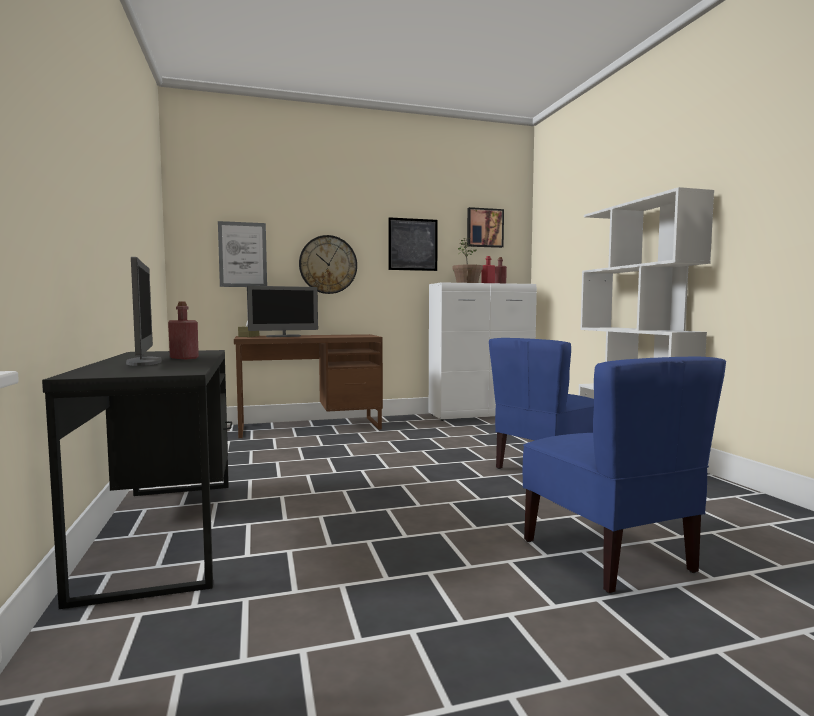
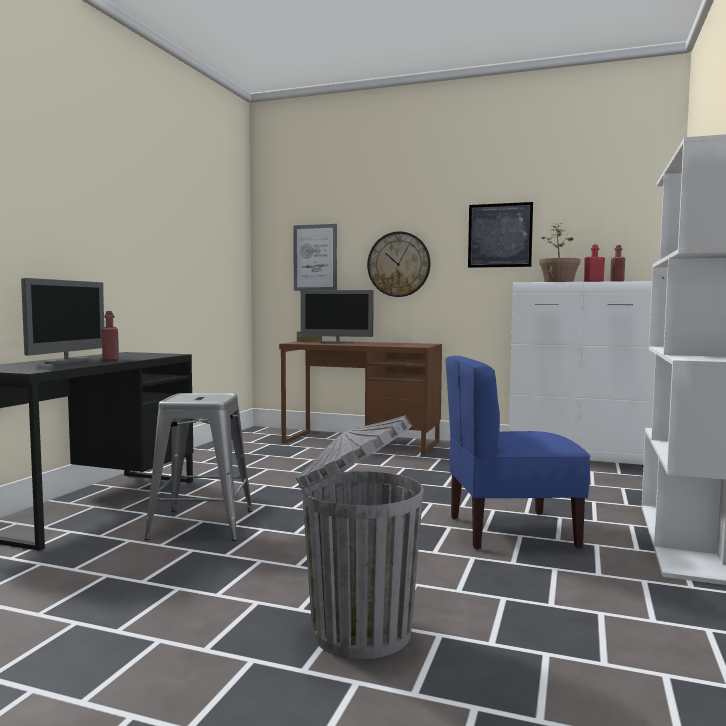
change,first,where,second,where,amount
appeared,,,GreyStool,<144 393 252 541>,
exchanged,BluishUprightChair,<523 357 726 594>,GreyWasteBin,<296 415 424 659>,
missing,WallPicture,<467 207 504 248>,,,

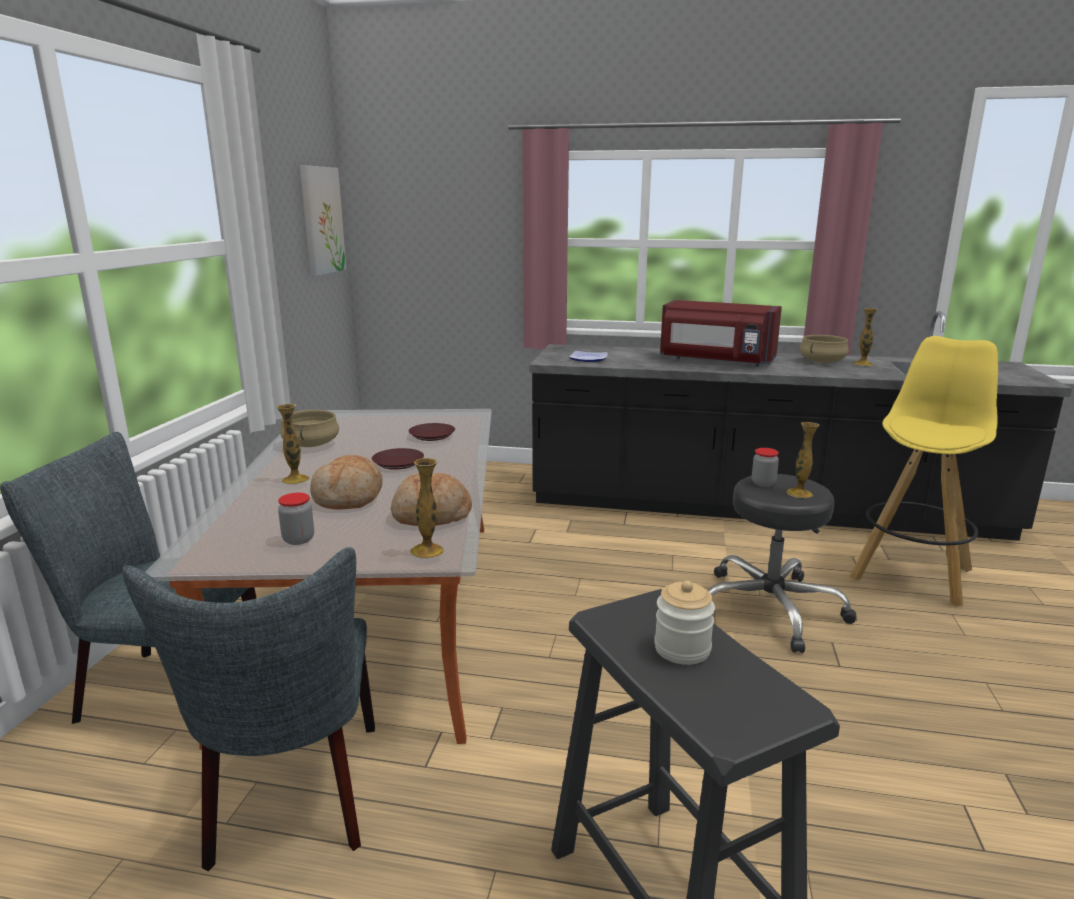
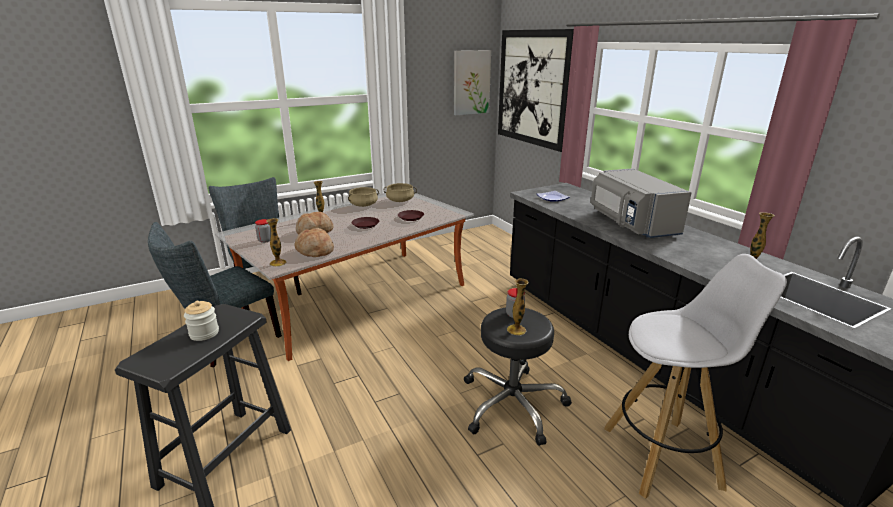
change,first,where,second,where,amount
relocated,BeigeStockpot,<800 335 849 363>,,<384 183 417 202>,
appeared,,,WallPicture,<498 29 574 152>,
colour,RedColouredMicrowave,<660 300 782 367>,GreyMicrowave,<591 168 692 238>,
colour,YellowColouredStool,<849 336 998 607>,WhitishStool,<604 254 787 499>,

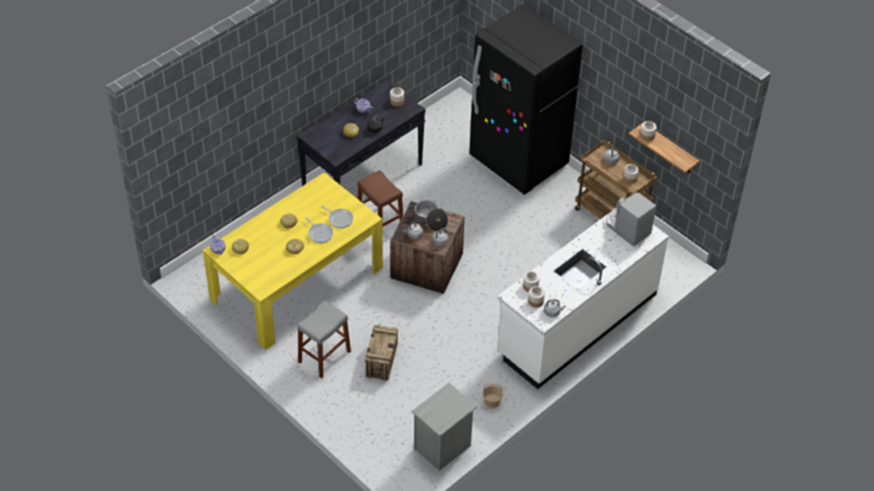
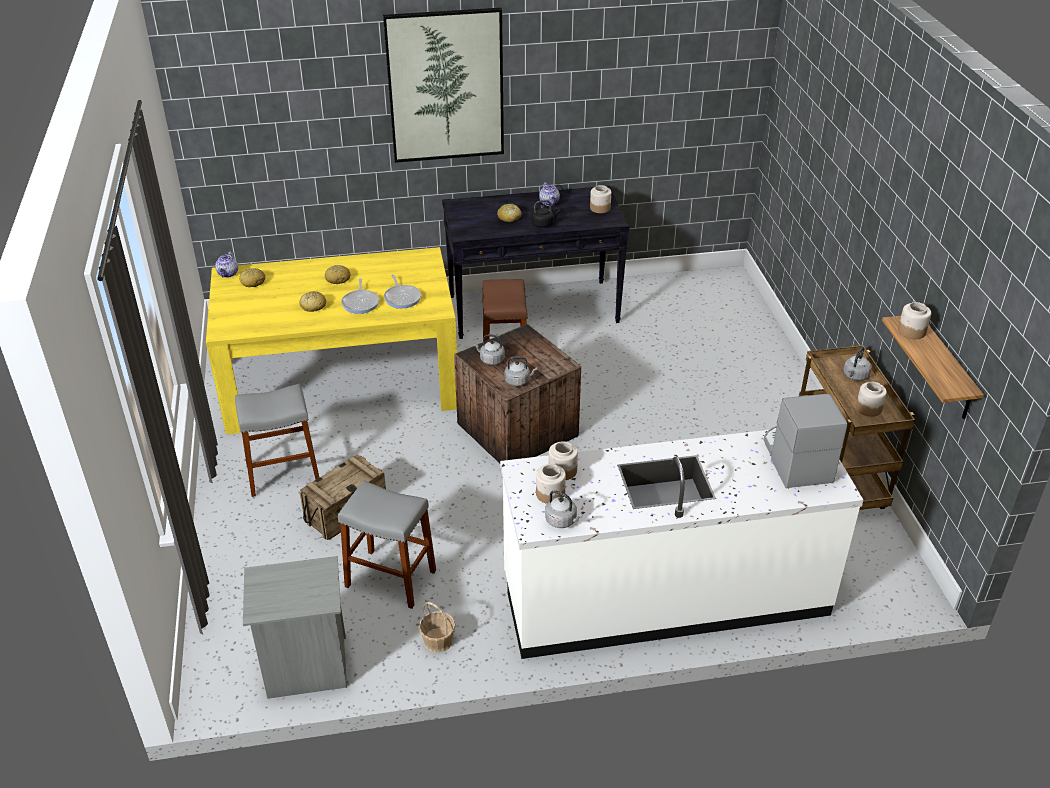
change,first,where,second,where,amount
appeared,,,GreyStool,<338 481 436 609>,
appeared,,,WallPicture,<383 8 504 163>,
missing,Stockpot,<410 200 448 231>,,,
missing,BlackishFridge,<469 4 583 195>,,,

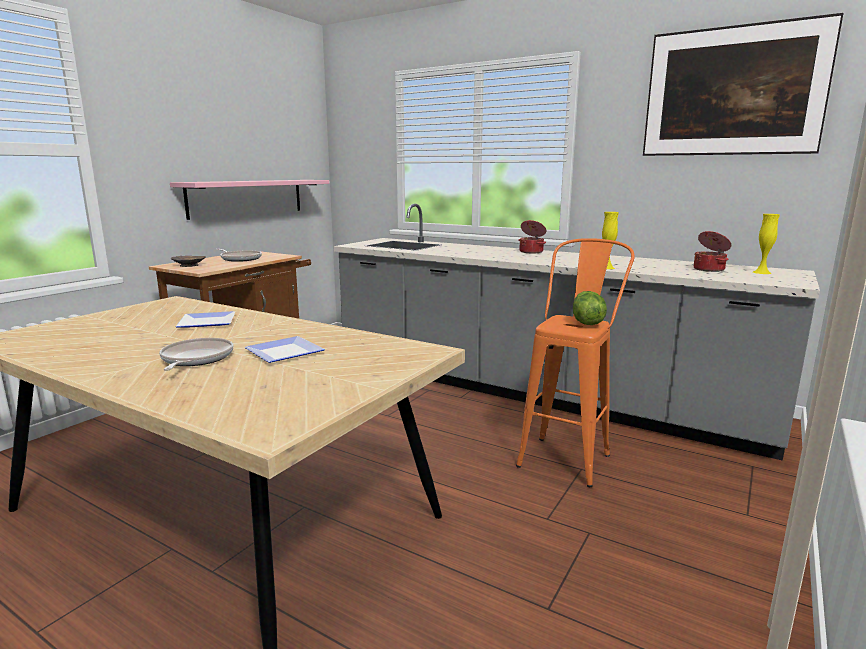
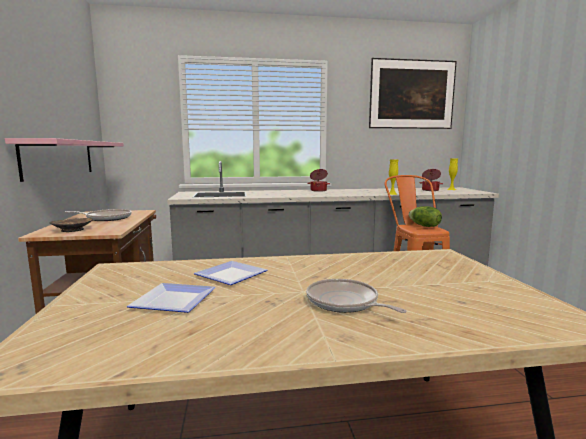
change,first,where,second,where,amount
relocated,Plate,<245 336 325 363>,,<127 283 216 313>,

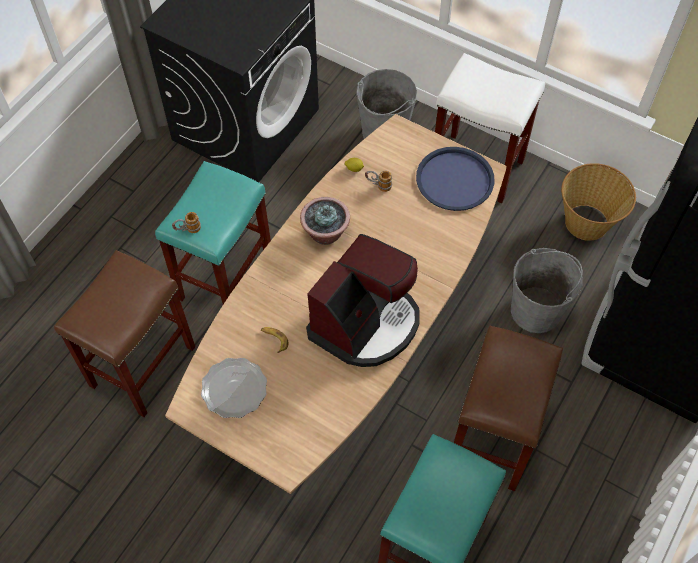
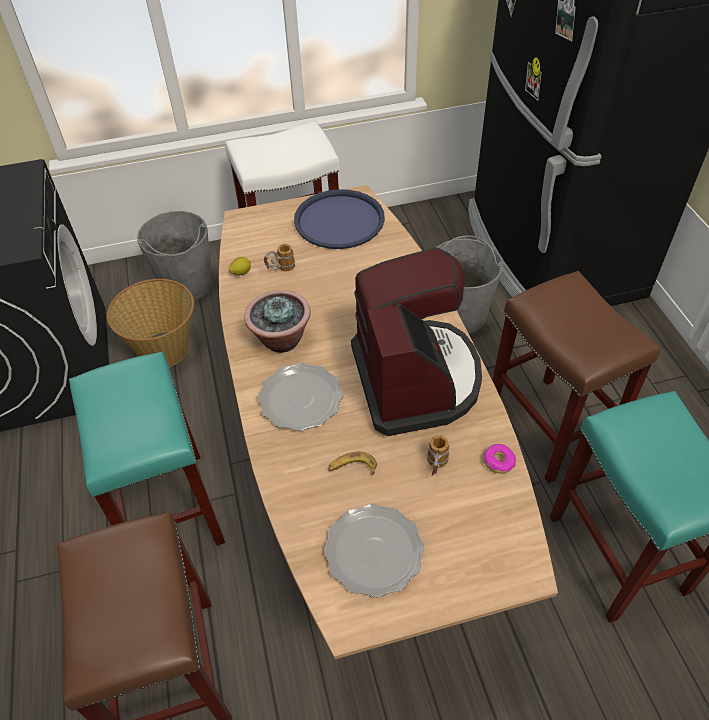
change,first,where,second,where,amount
relocated,HouseholdBasket,<561 163 636 241>,,<107 279 194 367>,
appeared,,,Plate,<258 363 343 431>,
relocated,Mug,<172 212 201 233>,,<427 435 450 476>,
appeared,,,Doughnut,<484 444 516 474>,

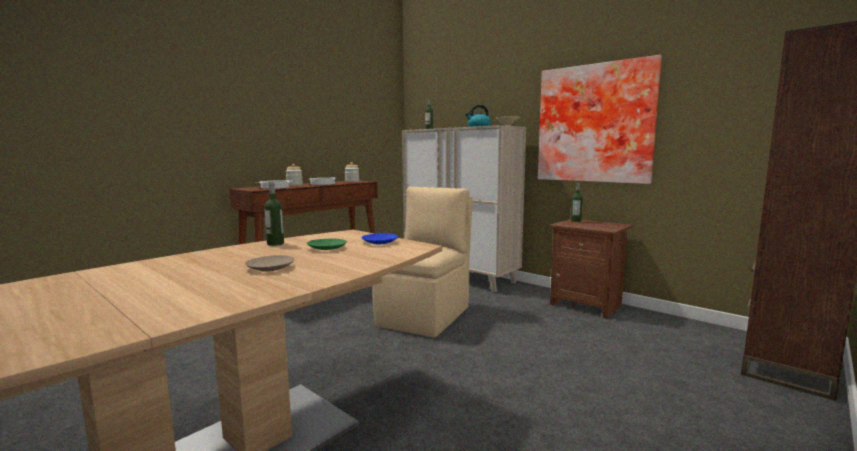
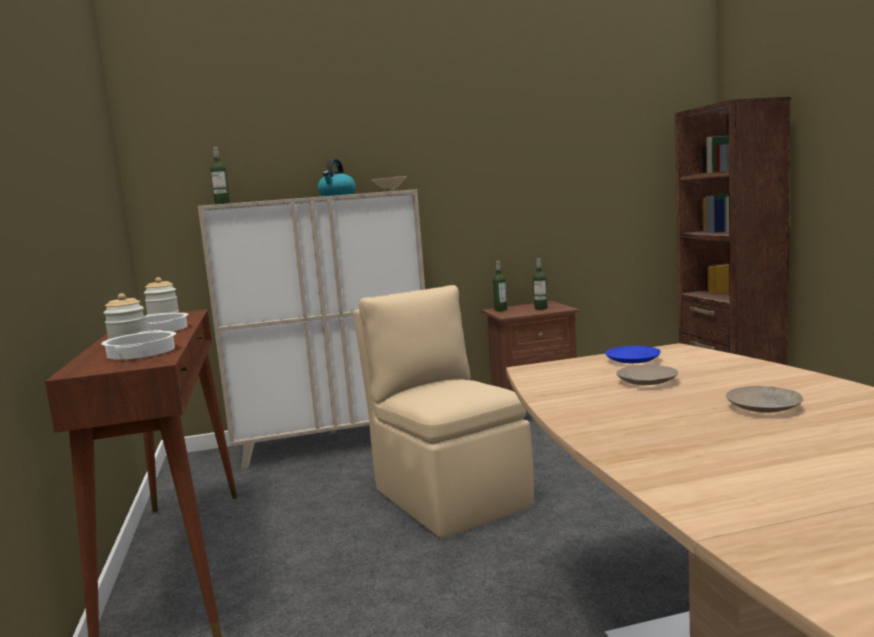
change,first,where,second,where,amount
relocated,DrinkBottle,<264 182 284 246>,,<533 258 548 309>,
colour,GreenColouredPlate,<307 239 347 250>,BeigePlate,<616 365 678 385>,
missing,WallPicture,<538 55 662 184>,,,

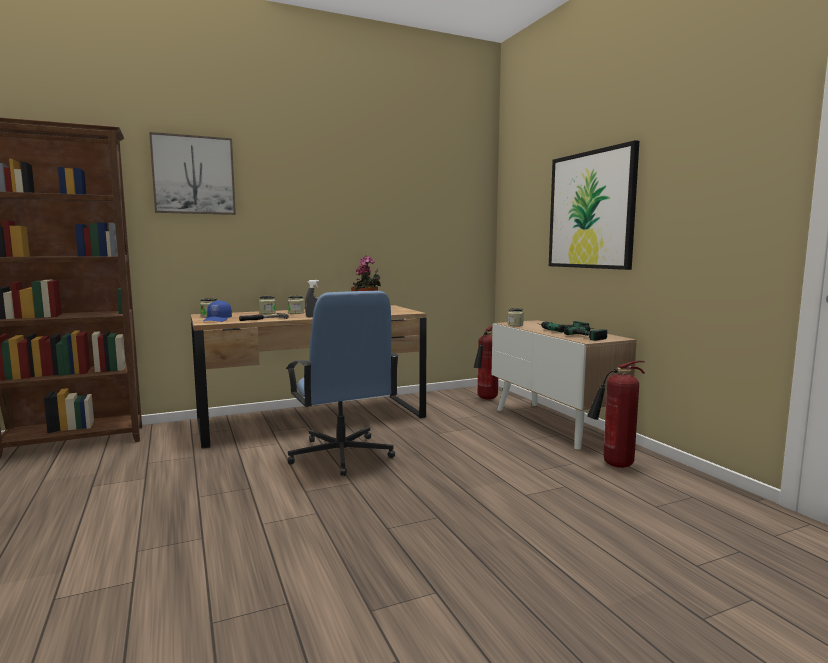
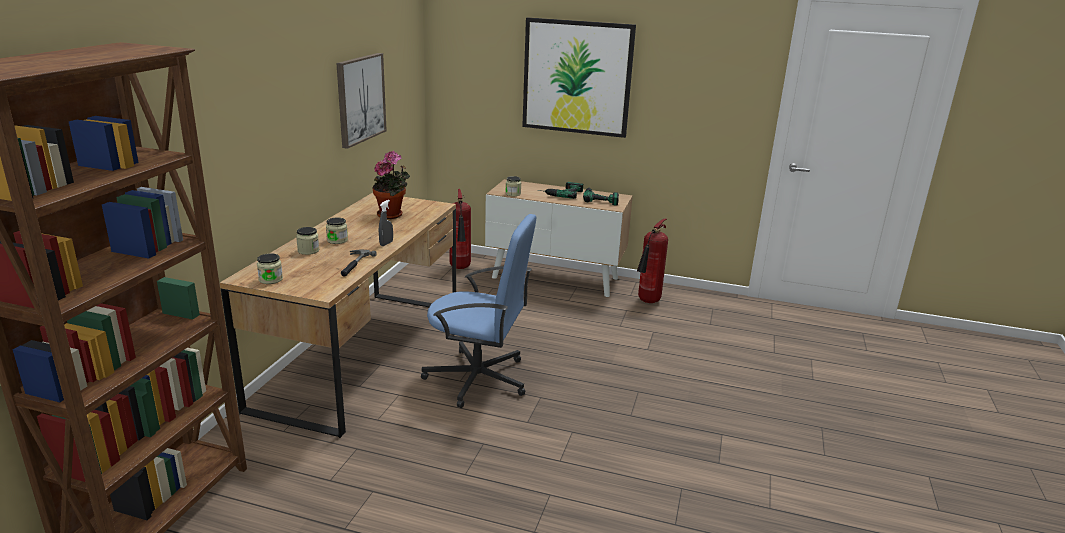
change,first,where,second,where,amount
relocated,WallPicture,<149 132 236 215>,,<336 53 387 149>,
missing,BluishPeakedCap,<204 300 232 322>,,,

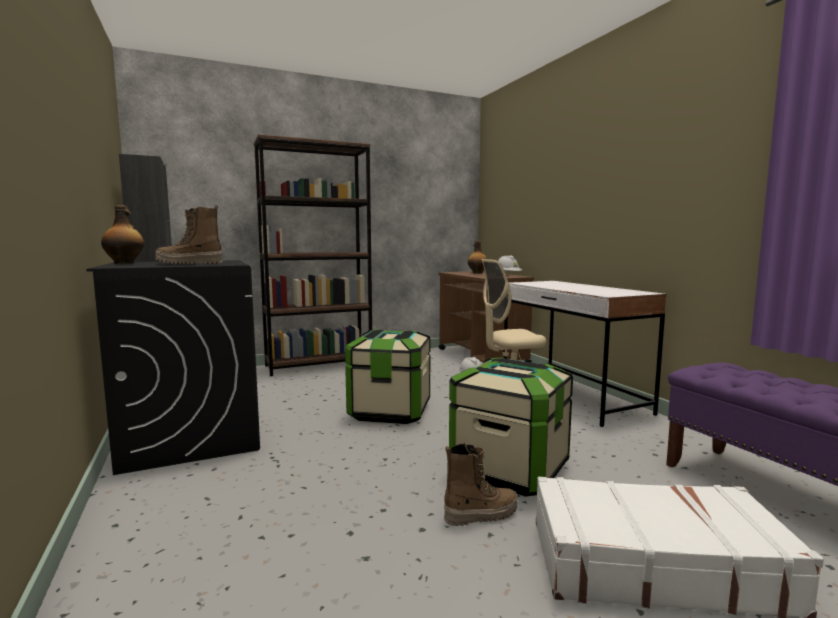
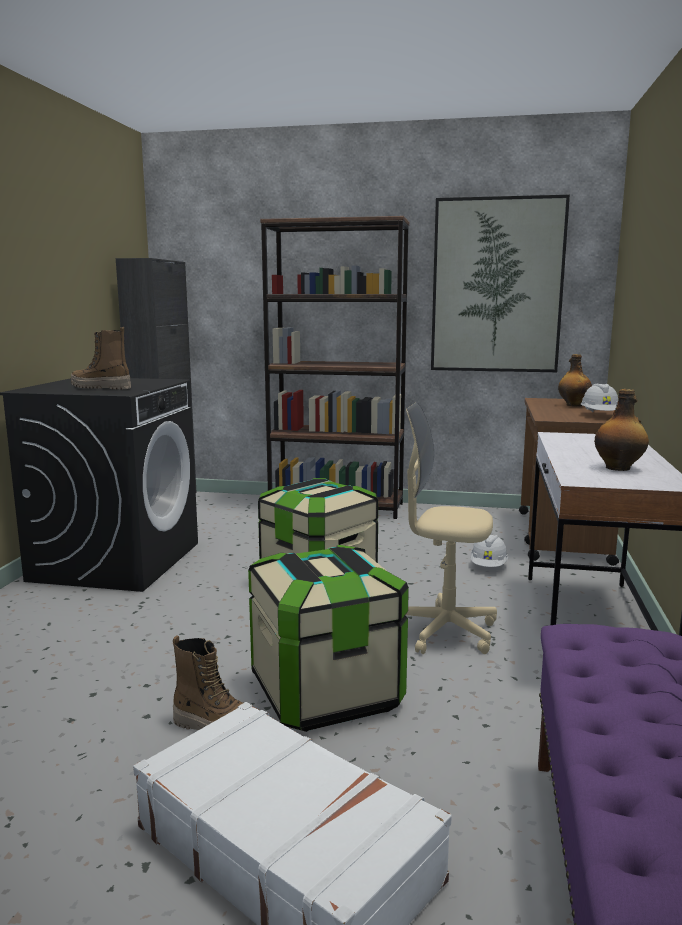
change,first,where,second,where,amount
appeared,,,WallPicture,<431 195 570 372>,
relocated,DrinkBottle,<101 205 144 264>,,<594 389 649 471>,

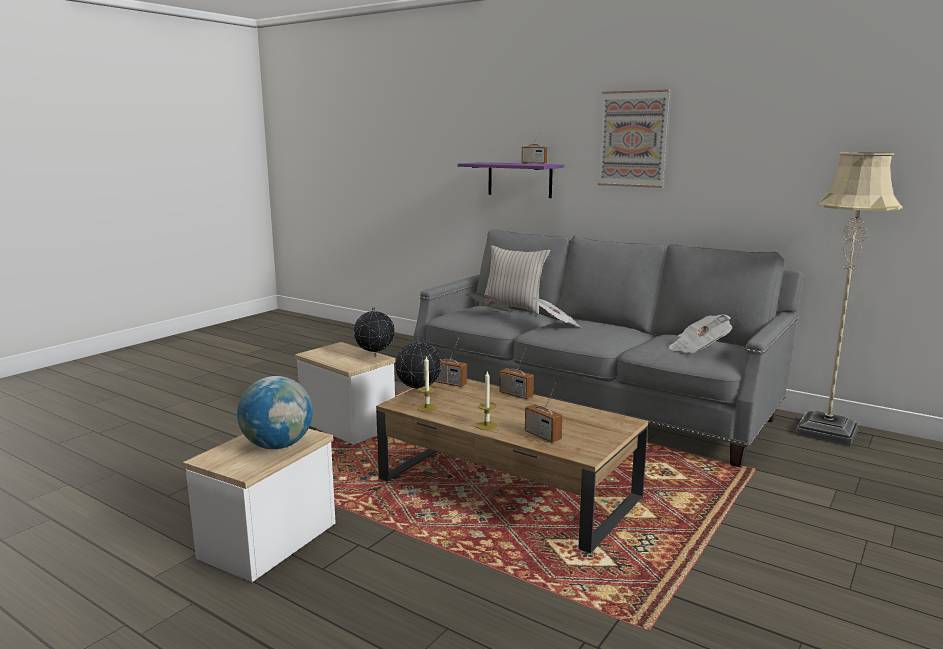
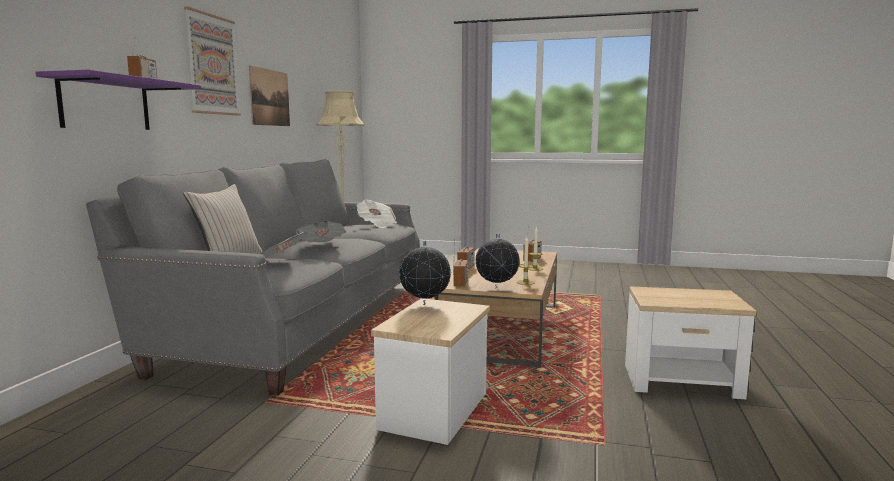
change,first,where,second,where,amount
appeared,,,WallPicture,<249 66 290 126>,
missing,DeskGlobe,<237 376 313 449>,,,

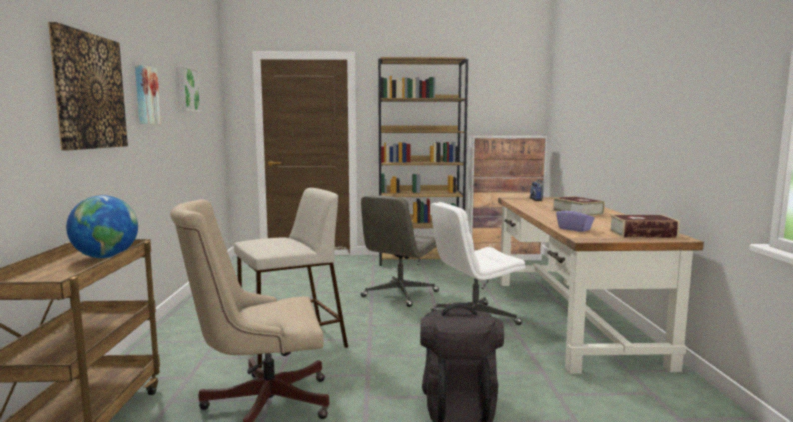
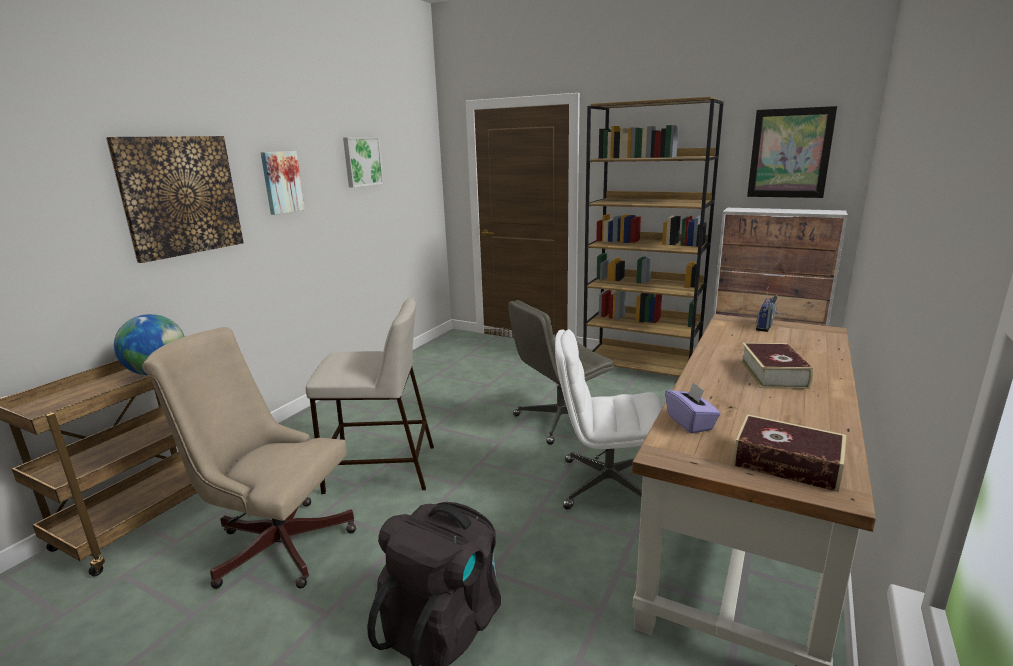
change,first,where,second,where,amount
appeared,,,WallPicture,<747 106 837 198>,

